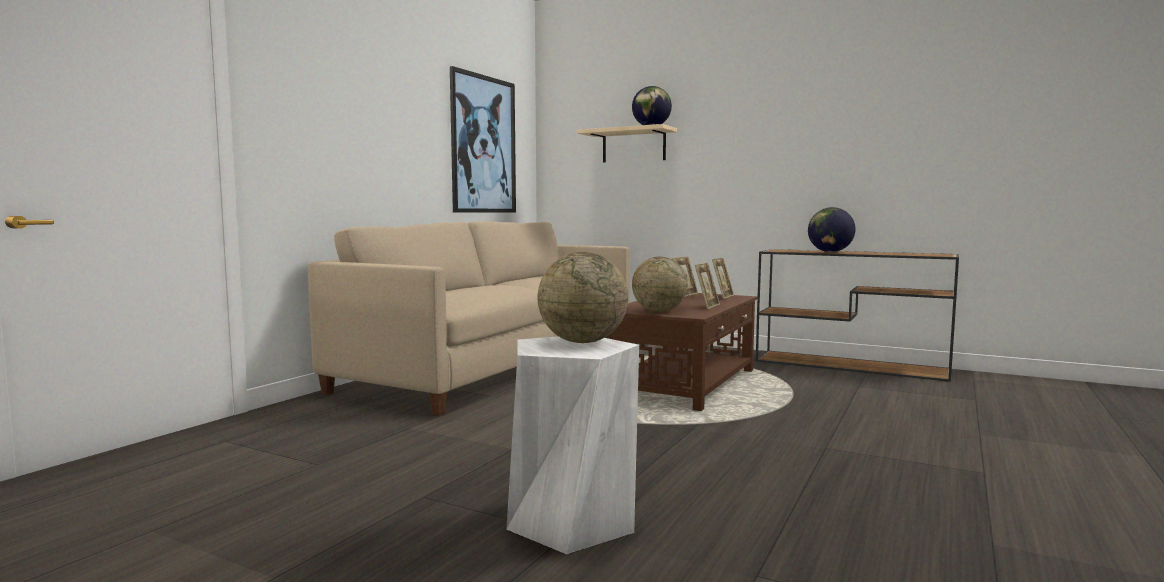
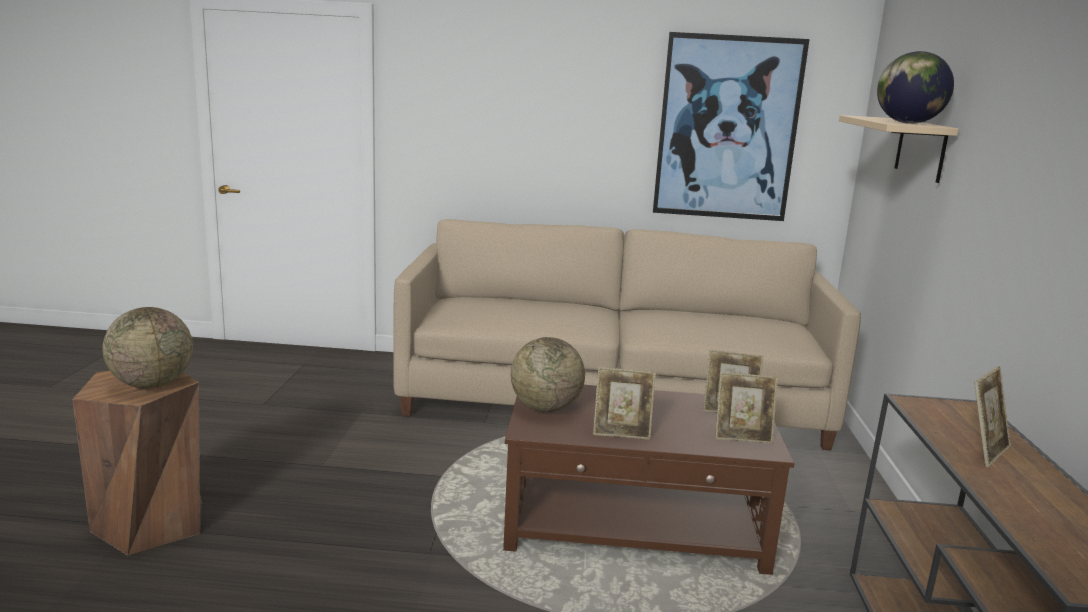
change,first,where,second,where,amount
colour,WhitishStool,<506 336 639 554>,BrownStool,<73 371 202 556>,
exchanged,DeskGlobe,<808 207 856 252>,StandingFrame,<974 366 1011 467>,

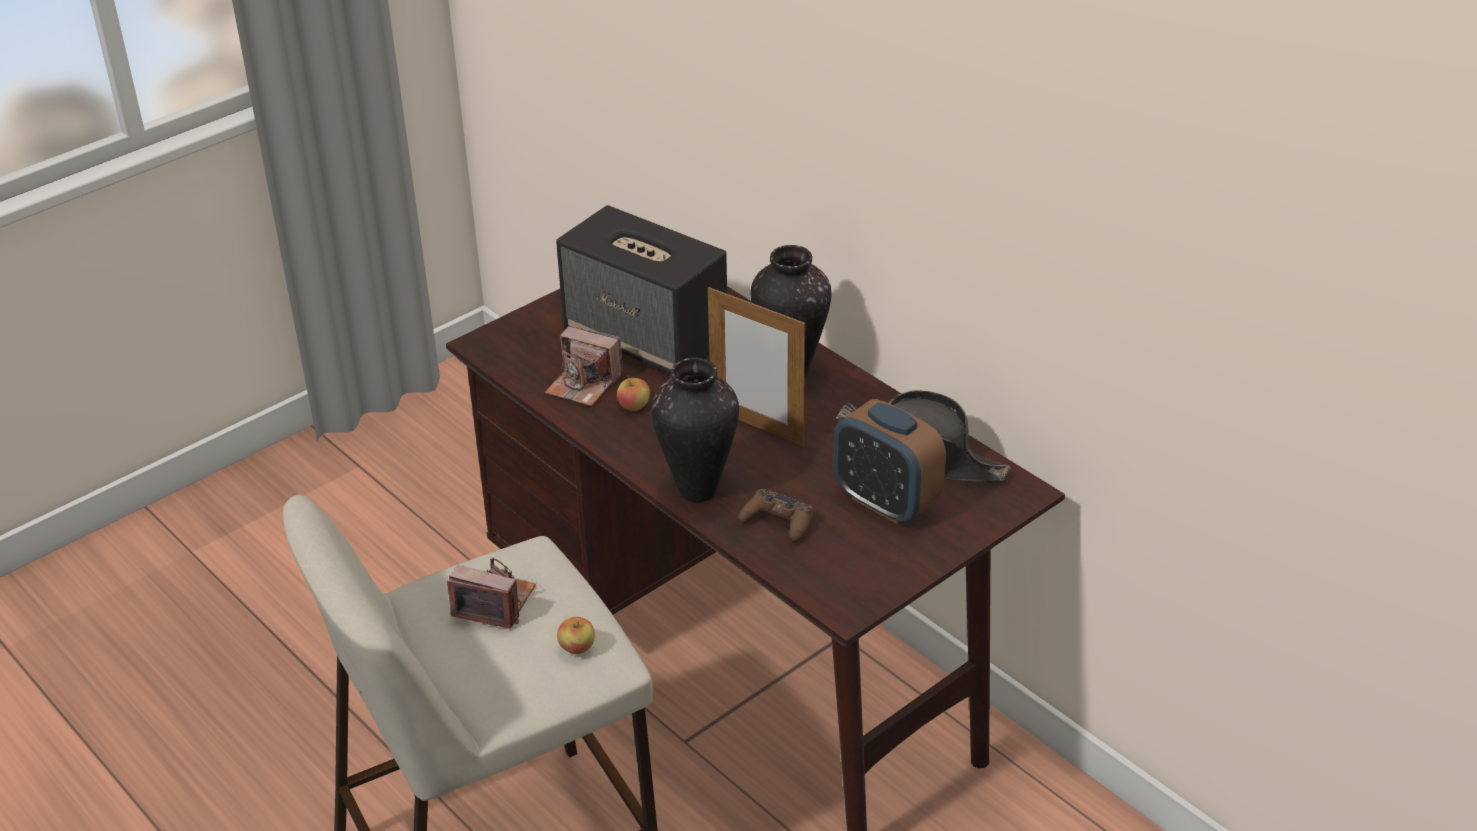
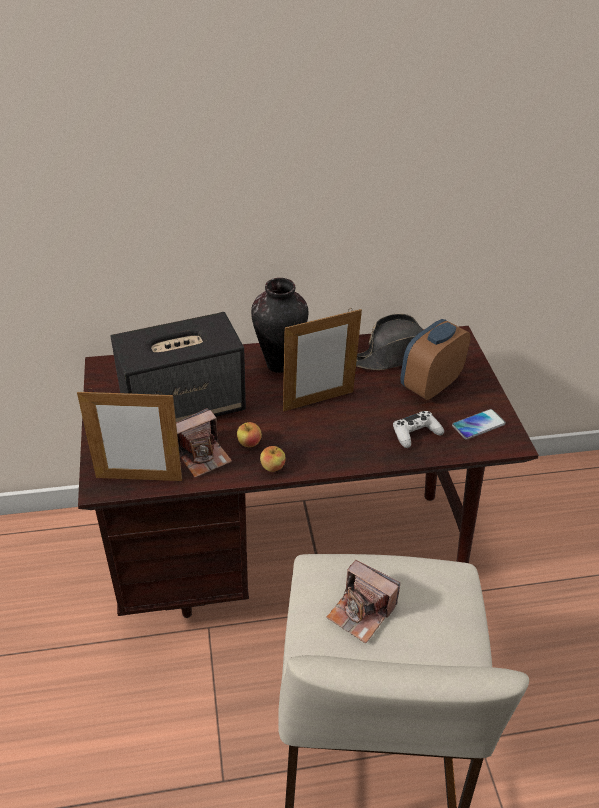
change,first,where,second,where,amount
appeared,,,StandingFrame,<77 389 182 481>,
relocated,AppleFruit,<557 617 595 654>,,<260 446 286 472>,
spun,StillCamera,<447 557 536 629>,,<326 560 400 643>,105 degrees counterclockwise
colour,BrownJoypad,<738 489 813 542>,WhitishJoypad,<393 411 444 448>,
spun,BedsideClock,<833 399 946 524>,,<400 319 471 400>,150 degrees clockwise
appeared,,,Telephone,<452 409 506 440>,
missing,FlowerVase,<651 358 739 502>,,,

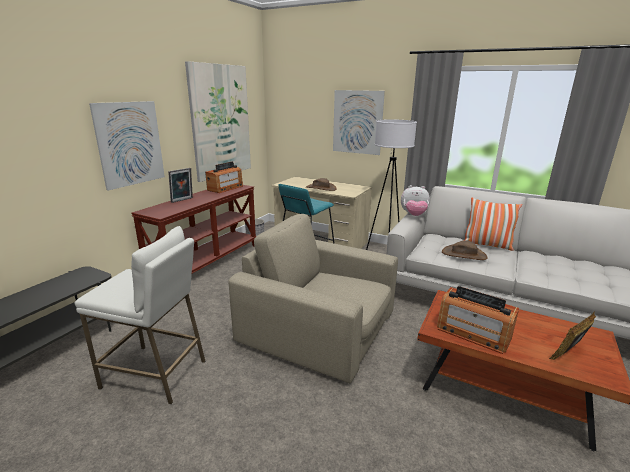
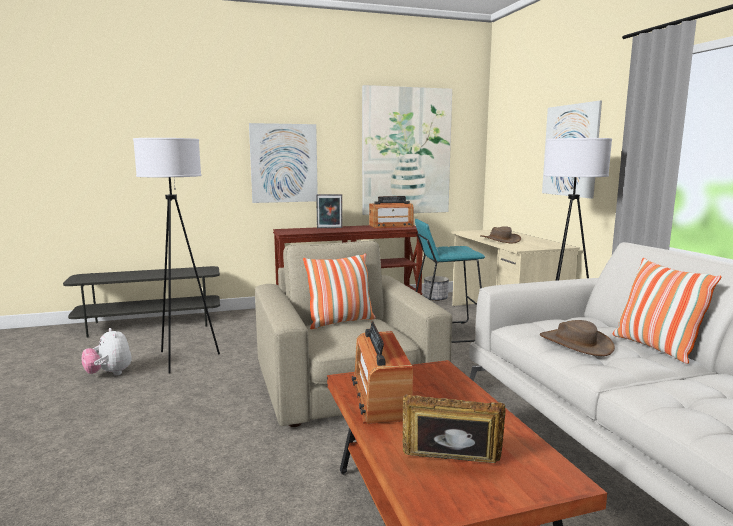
change,first,where,second,where,amount
relocated,CuddlyToy,<401 185 430 216>,,<82 328 132 375>,
exchanged,WhitishStool,<75 226 205 404>,WhitishFloorLamp,<133 138 220 373>,
appeared,,,Cushion,<303 254 376 329>,

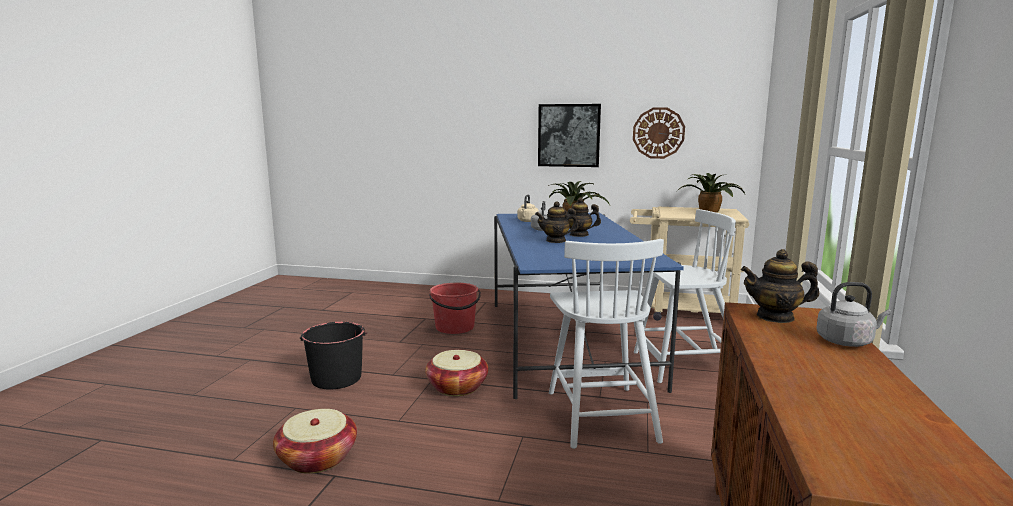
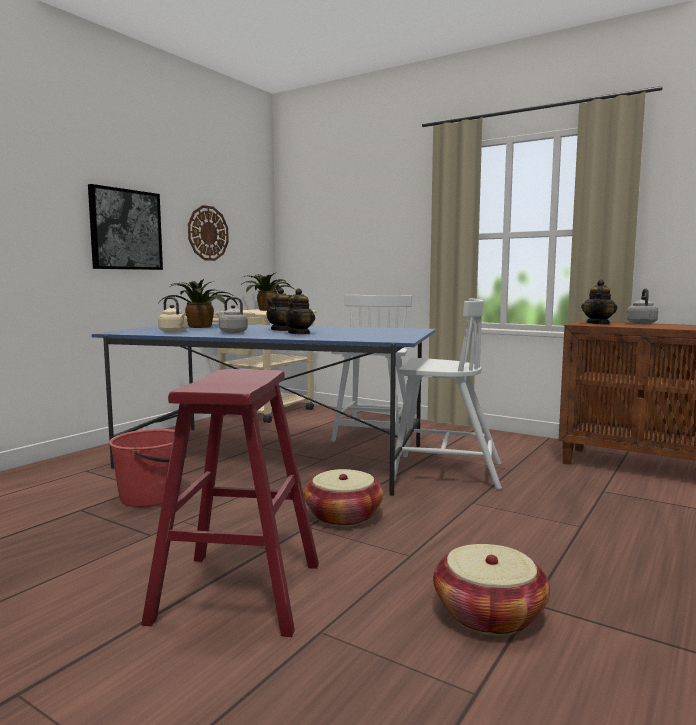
change,first,where,second,where,amount
exchanged,BlackishWaterBucket,<300 322 367 389>,RedColouredStool,<141 369 319 637>,

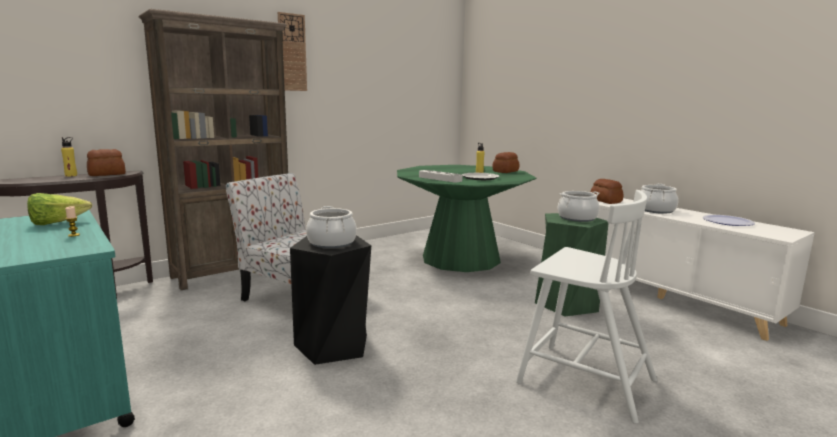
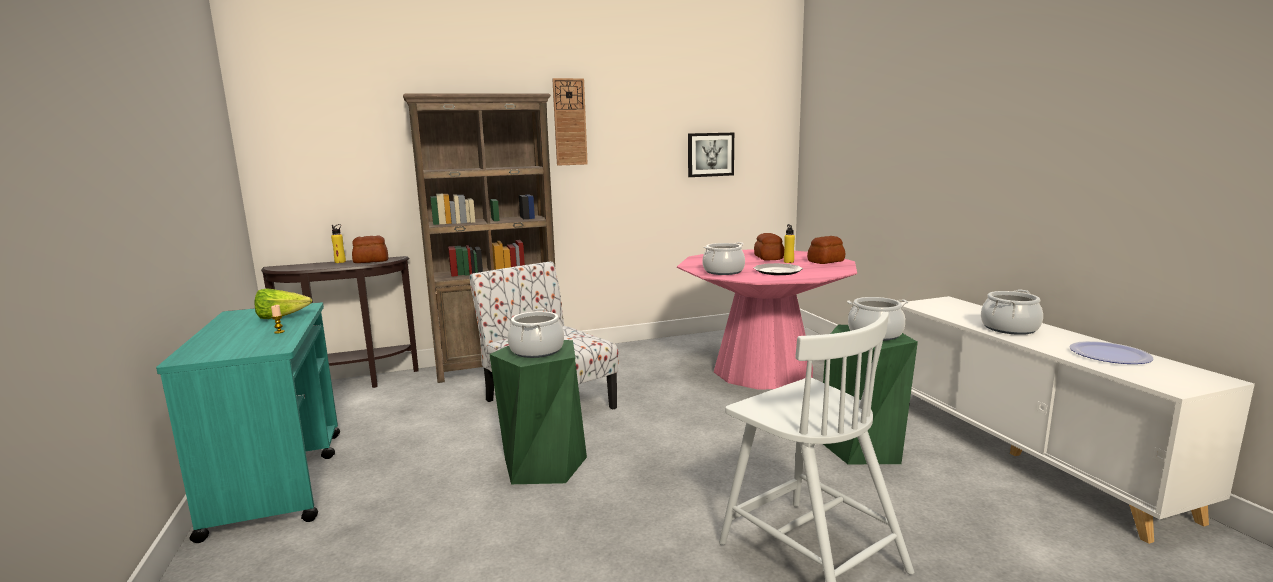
change,first,where,second,where,amount
colour,BlackishStool,<290 235 371 365>,GreenColouredStool,<489 340 587 484>,
colour,GreenColouredKitchenTable,<397 165 537 272>,PinkishKitchenTable,<677 249 857 390>,
appeared,,,WallPicture,<688 133 734 177>,
exchanged,GreyCarryingTray,<419 170 463 182>,Stockpot,<702 242 745 275>,
relocated,BakeryBread,<591 179 623 204>,,<754 233 784 260>,

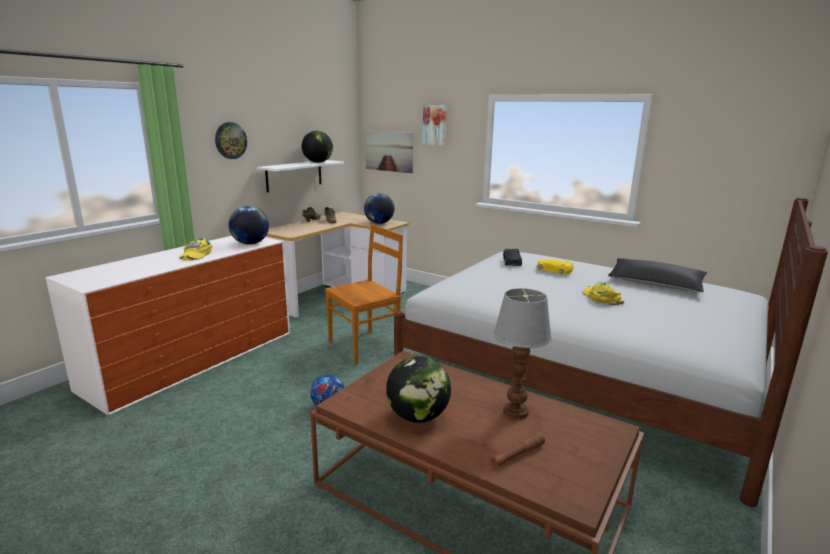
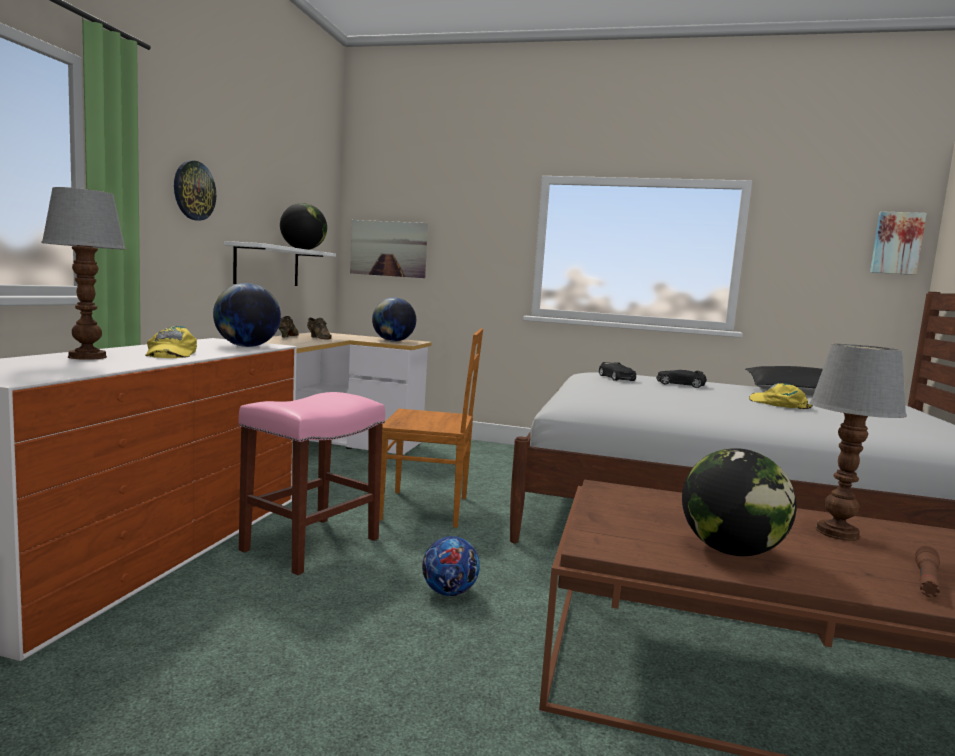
change,first,where,second,where,amount
appeared,,,LampForATable,<41 187 126 360>,
appeared,,,PinkishStool,<239 392 385 575>,
spun,BrownUprightChair,<325 224 403 364>,,<379 328 483 528>,60 degrees clockwise
colour,YellowColouredMiniatureCar,<537 259 574 276>,BlackishMiniatureCar,<656 370 707 388>,
relocated,WallPicture,<422 105 447 146>,,<870 211 927 275>,

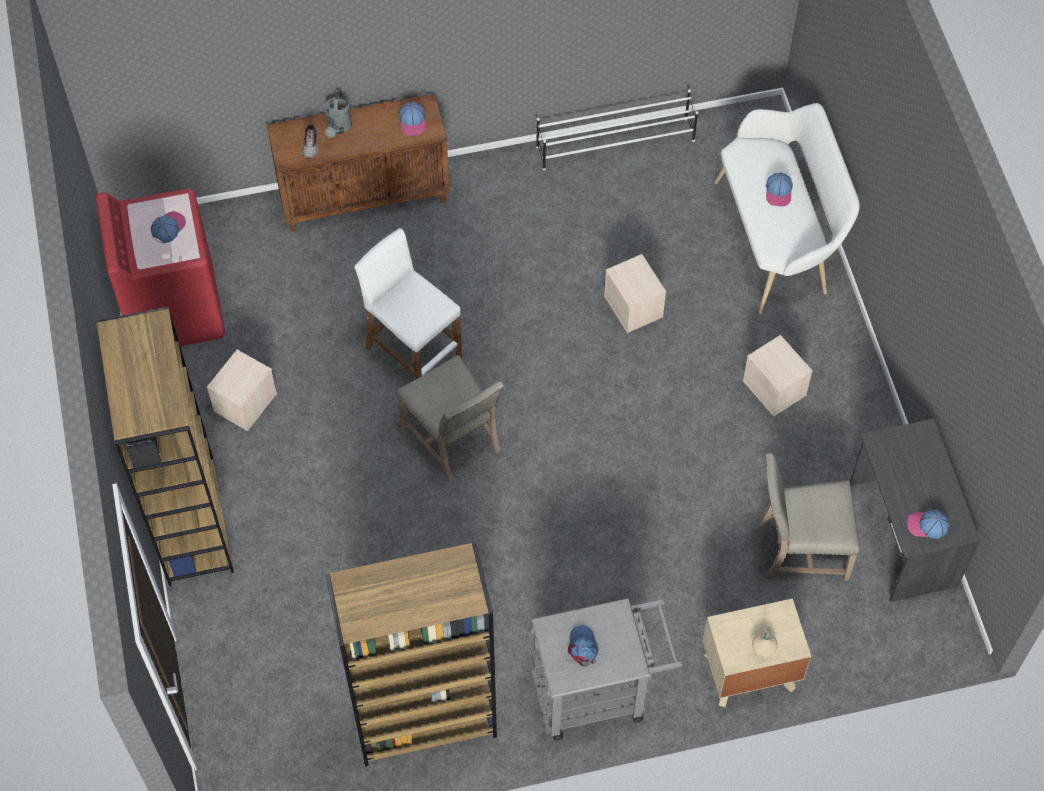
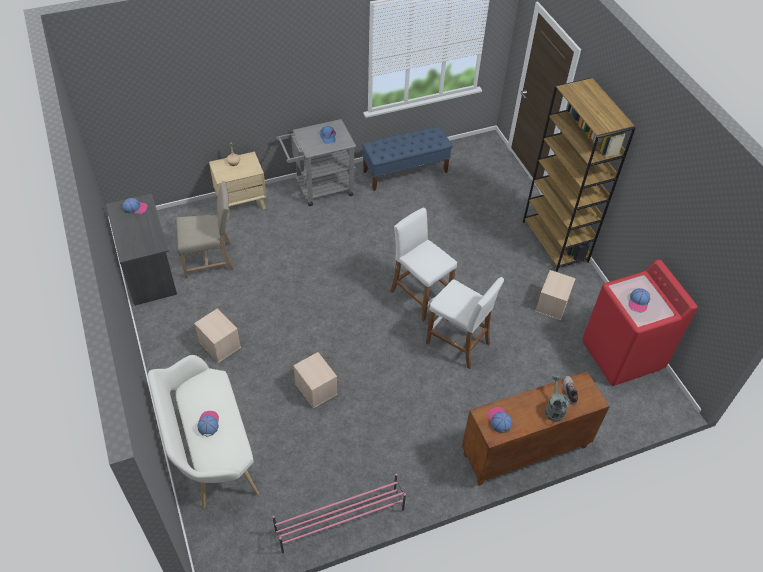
change,first,where,second,where,amount
colour,WhitishShoeShelf,<536 89 698 170>,PinkishShoeShelf,<272 473 406 555>,
exchanged,BrownBookcase,<326 543 497 767>,BluishBench,<362 126 452 191>,
exchanged,BeigeUprightChair,<396 355 504 481>,WhitishStool,<390 208 457 322>,

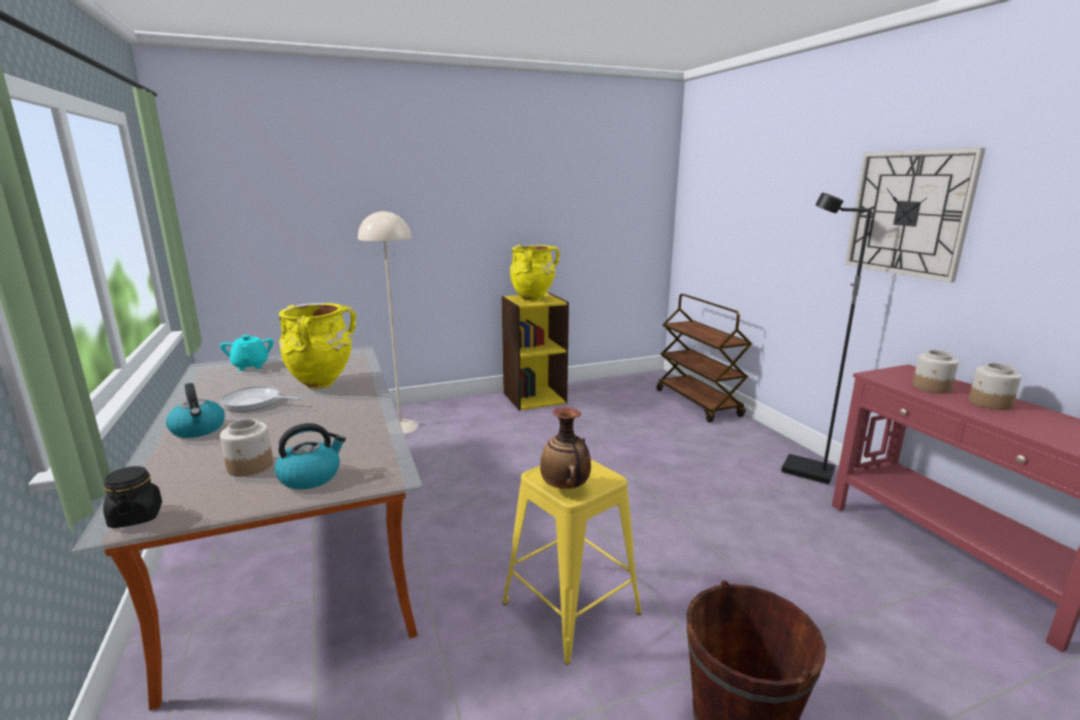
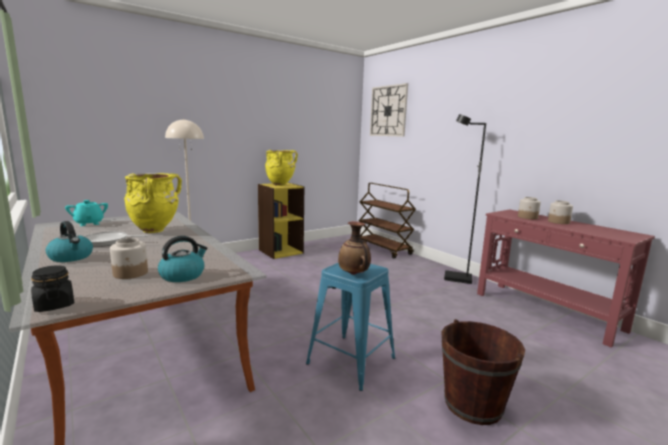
change,first,where,second,where,amount
colour,YellowColouredStool,<503 459 642 665>,BluishStool,<306 263 395 391>,
relocated,HangingClock,<845 148 986 283>,,<370 83 408 137>,

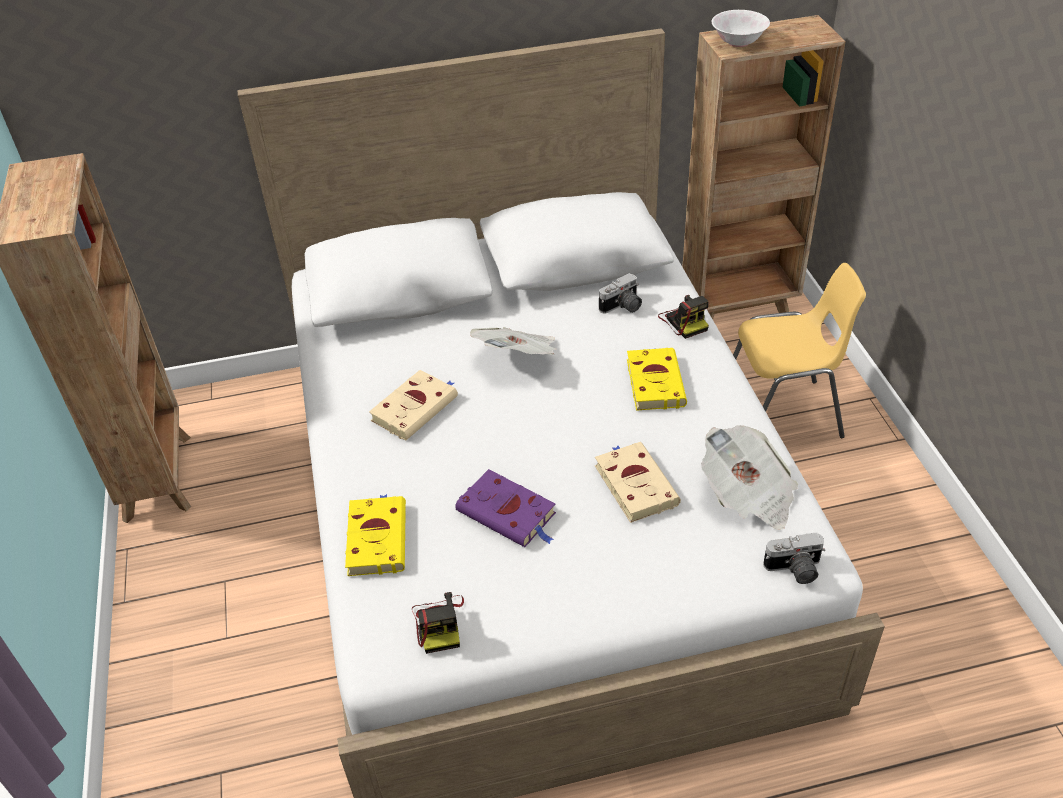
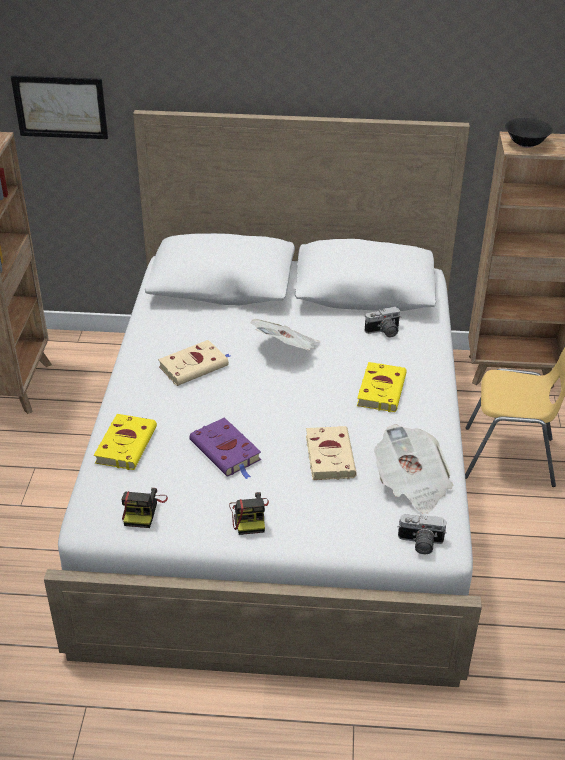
change,first,where,second,where,amount
appeared,,,WallPicture,<11 75 108 139>,
relocated,StillCamera,<658 295 709 339>,,<229 492 269 535>,
colour,WhitishDeepDish,<711 10 770 47>,BlackishDeepDish,<505 118 553 148>,

